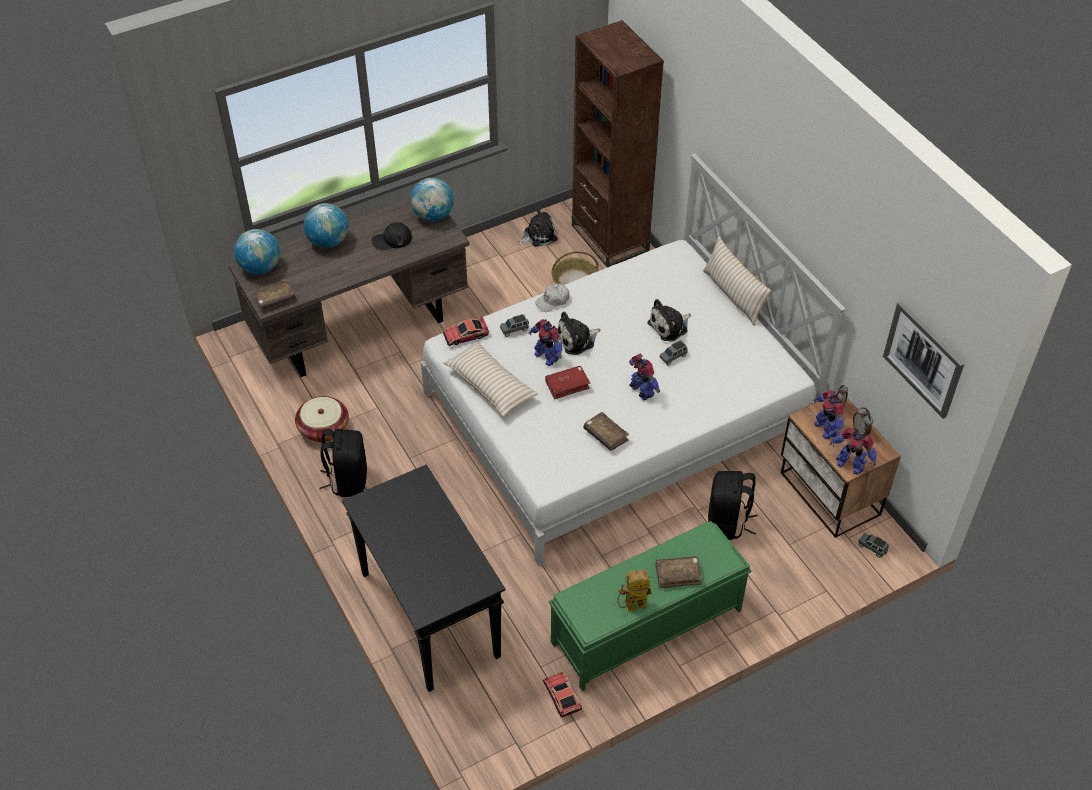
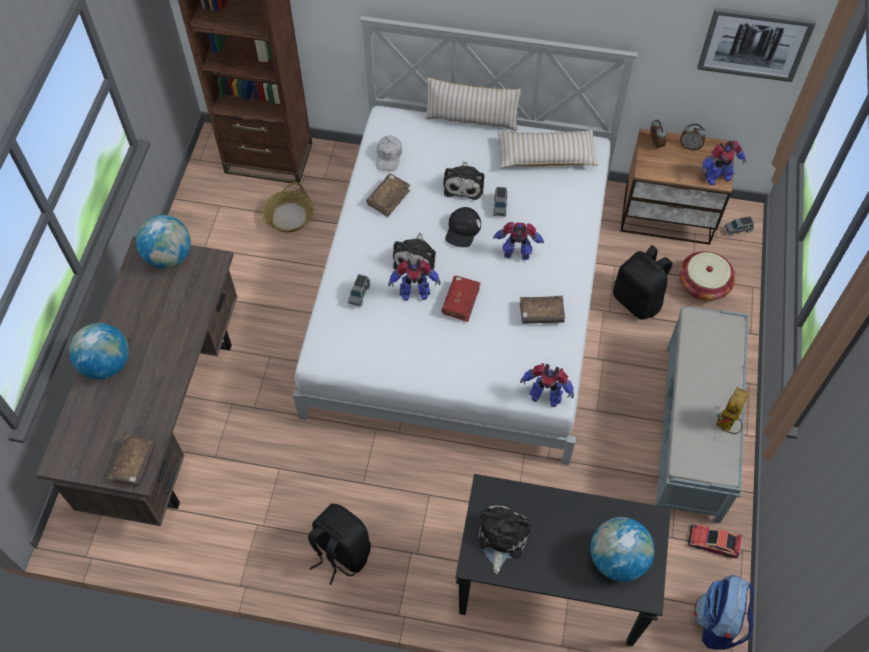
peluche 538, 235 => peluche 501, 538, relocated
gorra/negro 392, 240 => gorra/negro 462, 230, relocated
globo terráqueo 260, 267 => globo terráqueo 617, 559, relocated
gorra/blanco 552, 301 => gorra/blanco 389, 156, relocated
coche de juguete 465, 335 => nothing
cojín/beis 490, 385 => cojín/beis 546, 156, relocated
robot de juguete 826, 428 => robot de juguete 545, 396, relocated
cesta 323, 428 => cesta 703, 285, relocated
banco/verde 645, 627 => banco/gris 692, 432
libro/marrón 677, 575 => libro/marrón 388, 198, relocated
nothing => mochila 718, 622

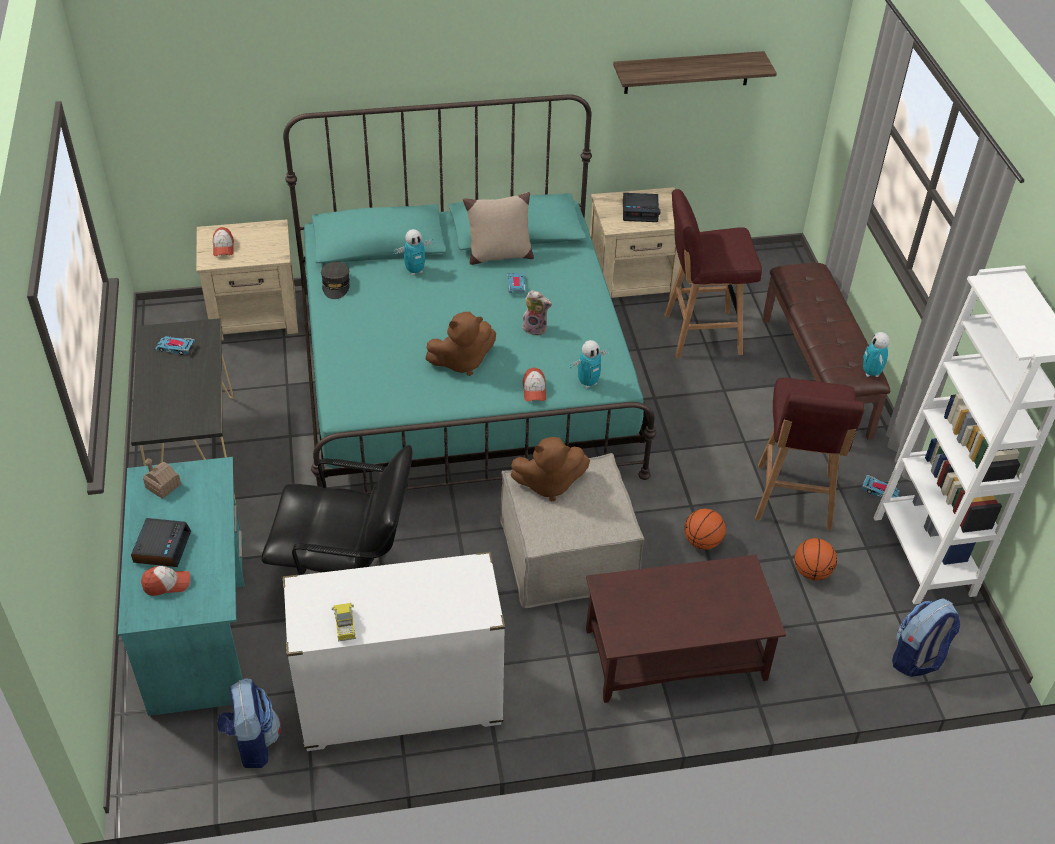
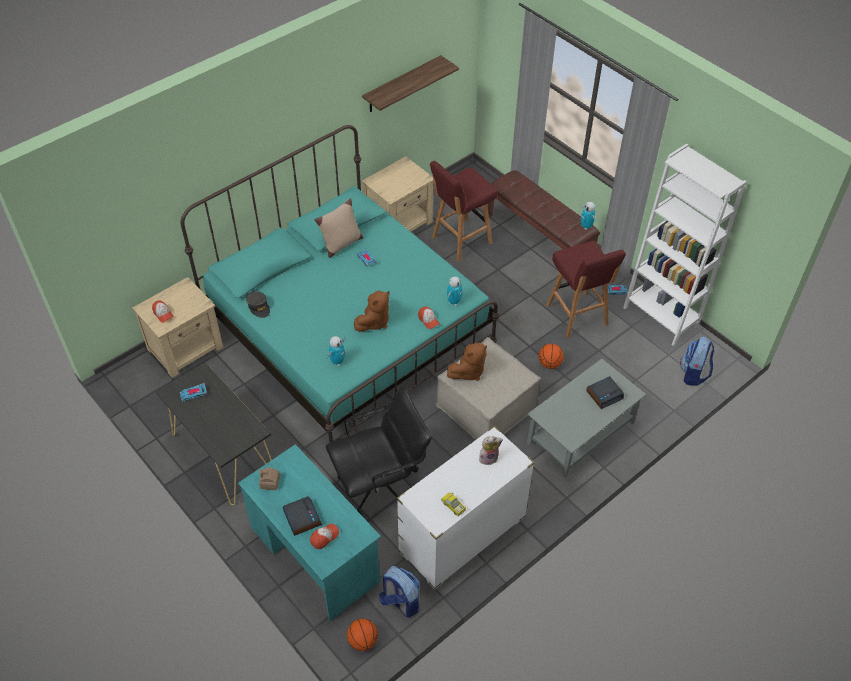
despertador 640, 211 => despertador 604, 394, relocated
robot de juguete 415, 271 => robot de juguete 337, 361, relocated
peluche 535, 328 => peluche 488, 457, relocated
balón de baloncesto 811, 571 => balón de baloncesto 362, 640, relocated
mesa de centro/marrón 676, 653 => mesa de centro/gris 581, 432

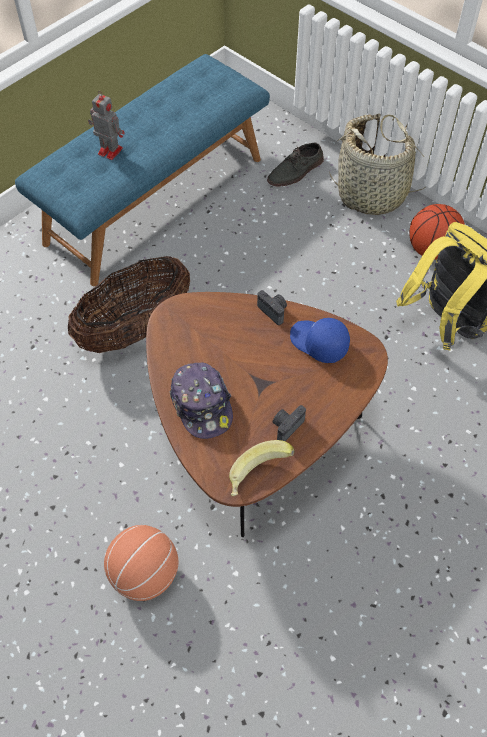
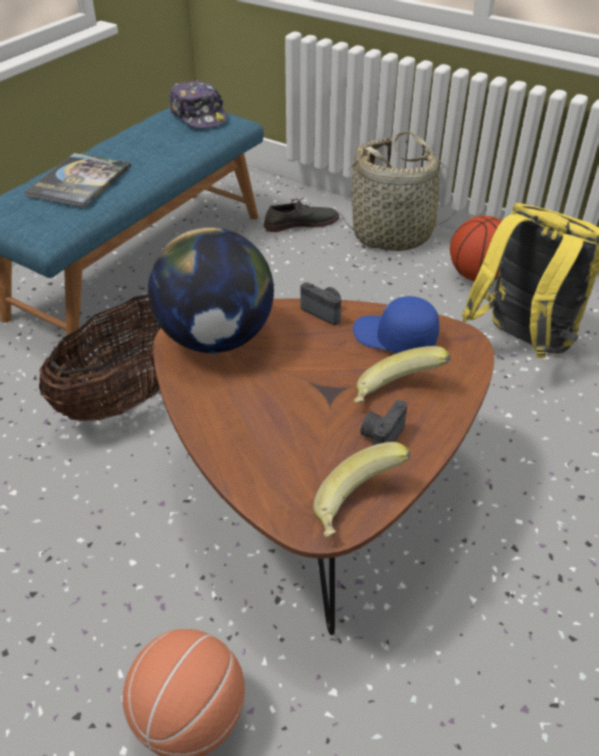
robot de juguete 109, 150 => libro 79, 181
zapato/gris 296, 171 => zapato/gris 301, 223, 150 degrees counterclockwise
gorra 202, 405 => gorra 199, 115, relocated
nothing => globo terráqueo 216, 339
nothing => plátano 396, 395

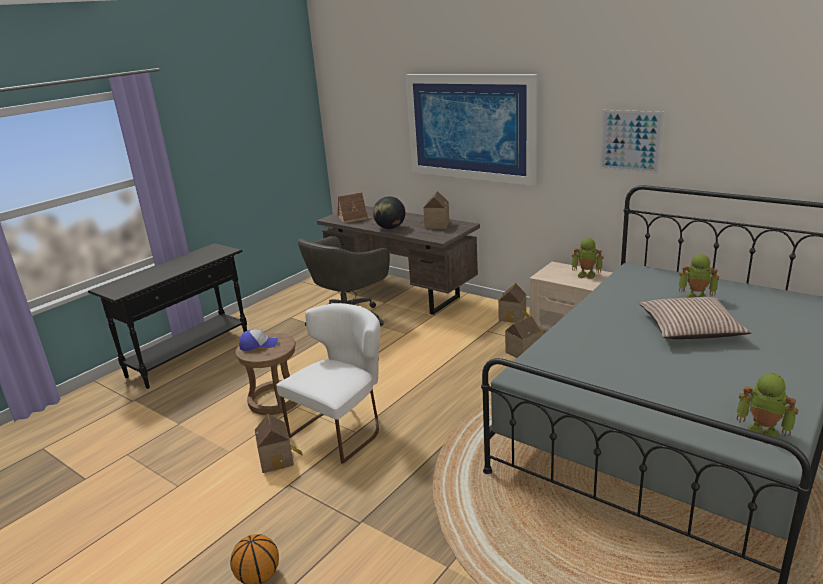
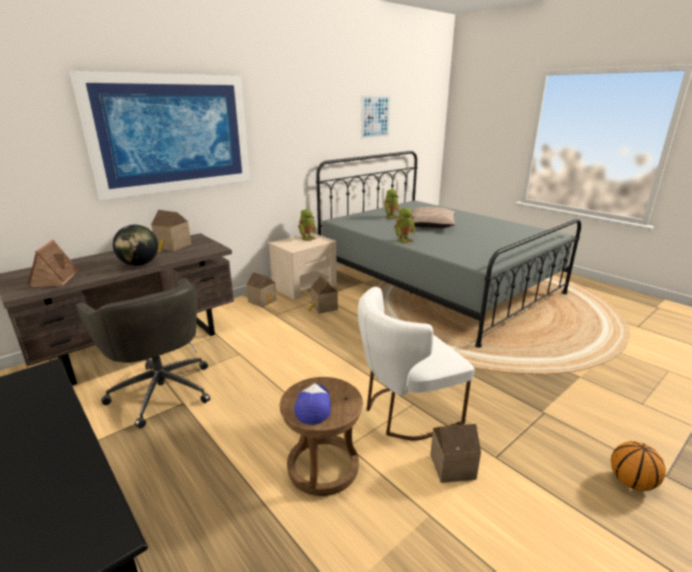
cuadro 630, 141 => cuadro 375, 116, relocated
silla/blanco 343, 429 => silla/blanco 405, 412, 75 degrees counterclockwise
robot de juguete 763, 432 => robot de juguete 404, 240, relocated

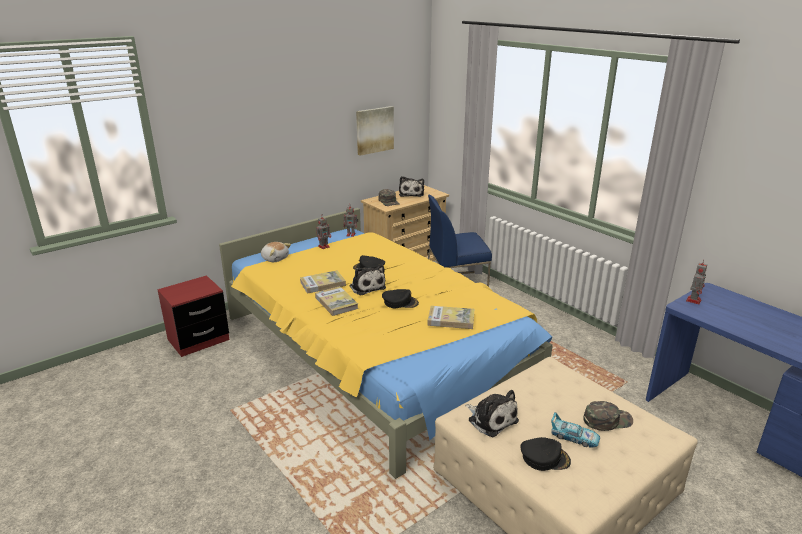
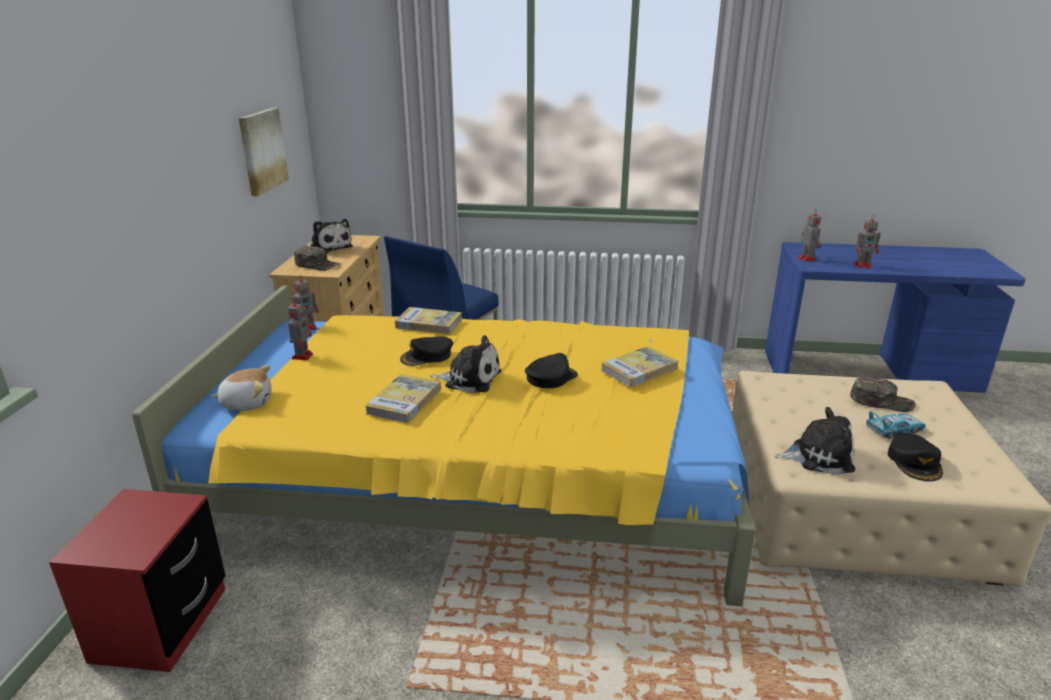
libro 336, 303 => libro 429, 323, relocated
gorra/verde 607, 420 => gorra/verde 881, 401, 75 degrees clockwise
gorra/negro 544, 458 => gorra/negro 915, 462, 135 degrees clockwise
nothing => robot de juguete 863, 265

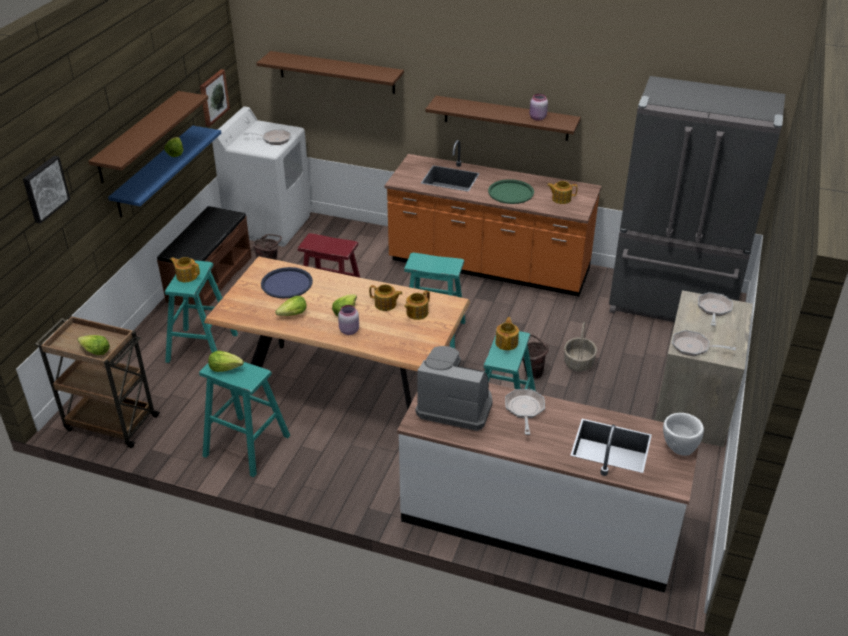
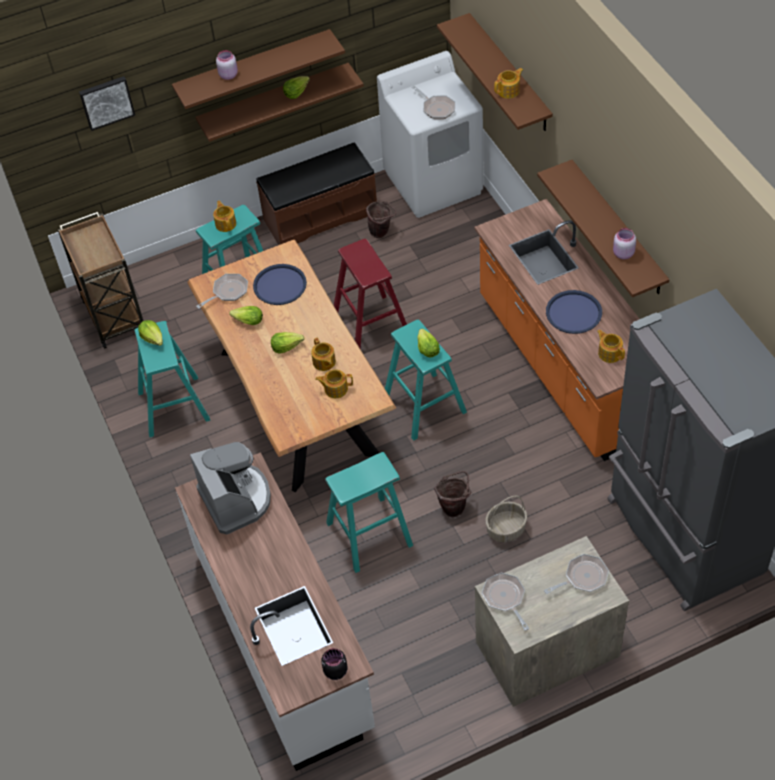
cuadro 213, 97 => nothing
estante/azul 155, 171 => estante/marrón 274, 100
bandeja/verde 511, 192 => bandeja/azul 573, 313
tarro/rosa 348, 330 => tarro/rosa 228, 75, relocated
tetera 507, 342 => tetera 509, 91, relocated
lechuga 95, 351 => lechuga 427, 349, relocated
sartén 524, 410 => sartén 228, 292, relocated
cuenco/blanco 678, 448 => tarro/negro 335, 670

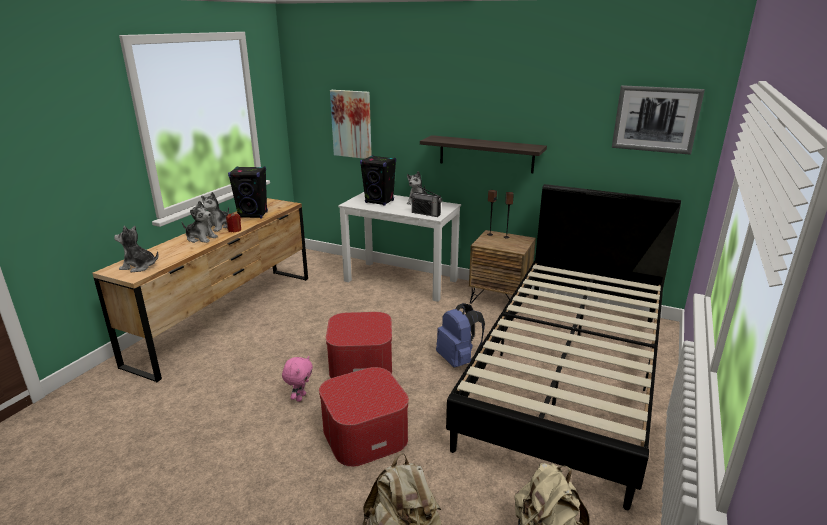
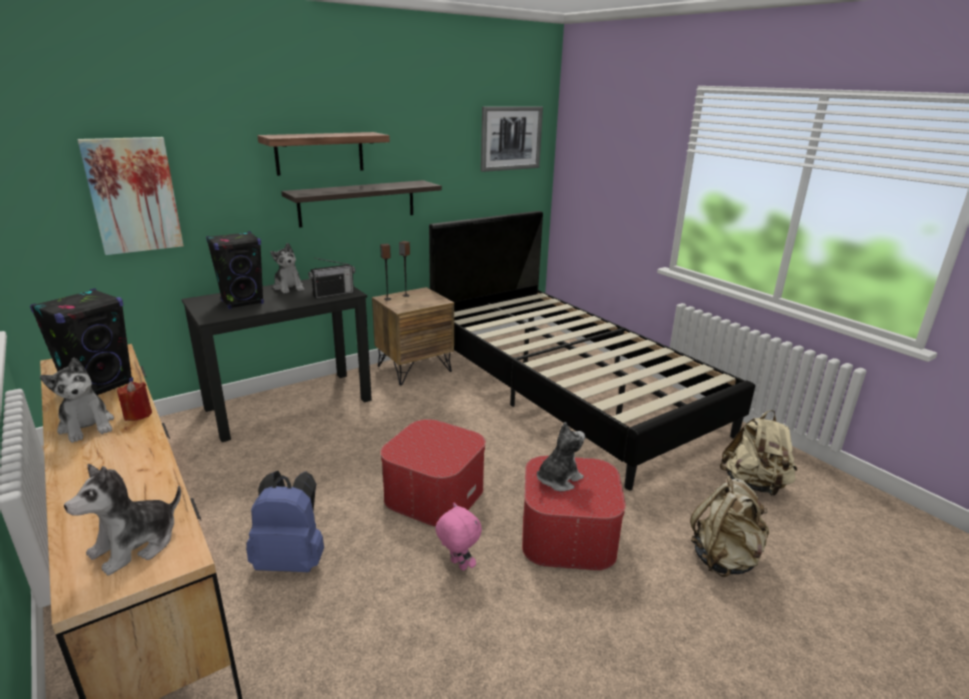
escritorio/blanco 401, 280 => escritorio/negro 290, 404
peluche 201, 238 => peluche 558, 479, relocated
mochila/azul 458, 360 => mochila/azul 292, 560, relocated
nothing => estante 320, 153

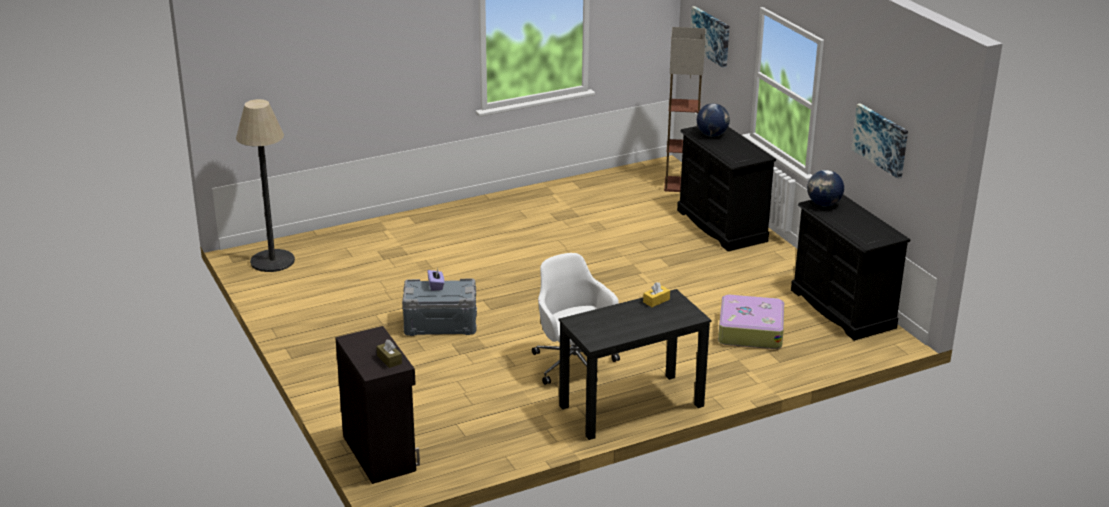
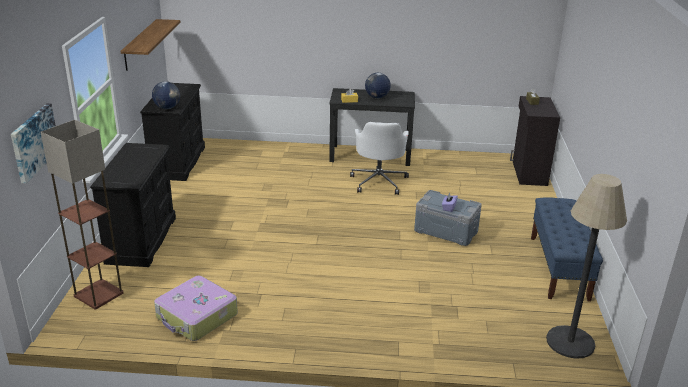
globo terráqueo 712, 135 => globo terráqueo 377, 97, relocated
cuadro 881, 140 => estante 140, 44
maleta 750, 331 => maleta 196, 317, relocated
nothing => banco/azul 559, 268

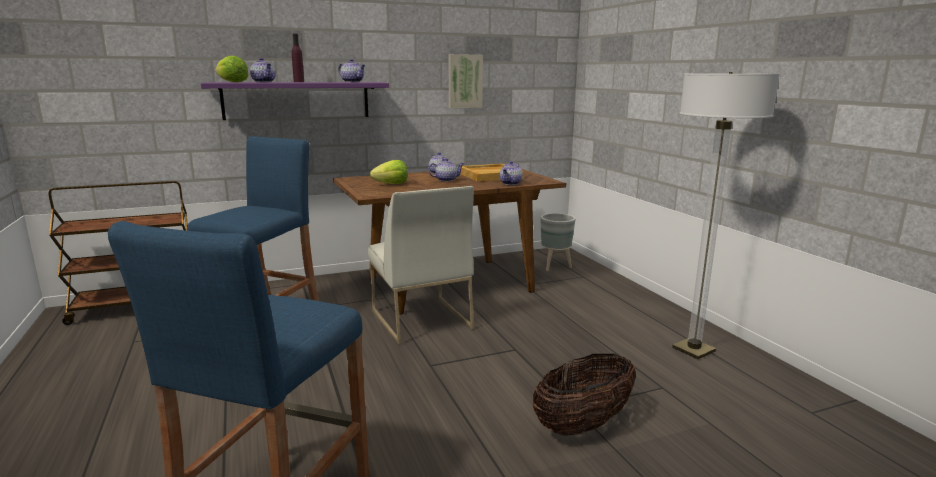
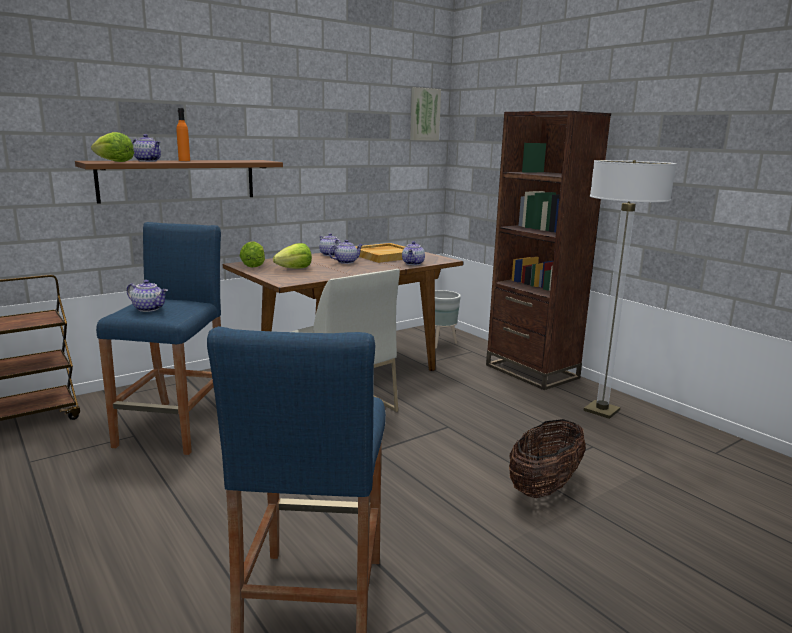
botella/morado 299, 82 => botella/naranja 184, 160
cuadro 464, 81 => cuadro 424, 114, relocated
tetera 353, 82 => tetera 149, 309, relocated
estante/morado 297, 100 => estante/marrón 178, 180
nothing => estantería/marrón 531, 371
nothing => lechuga 254, 265

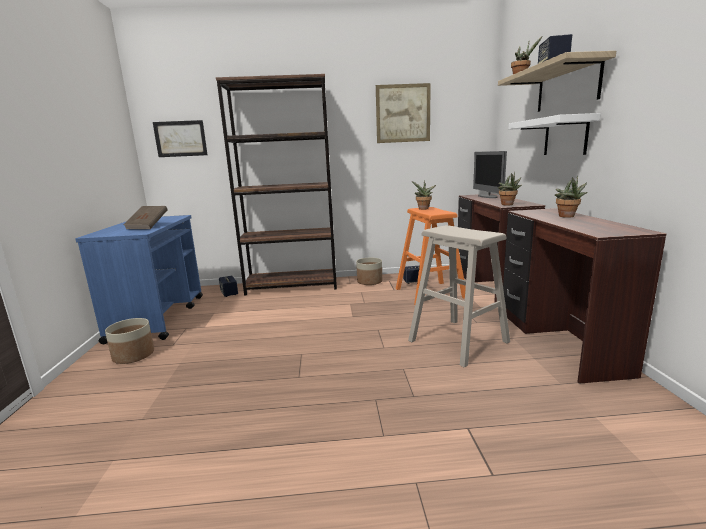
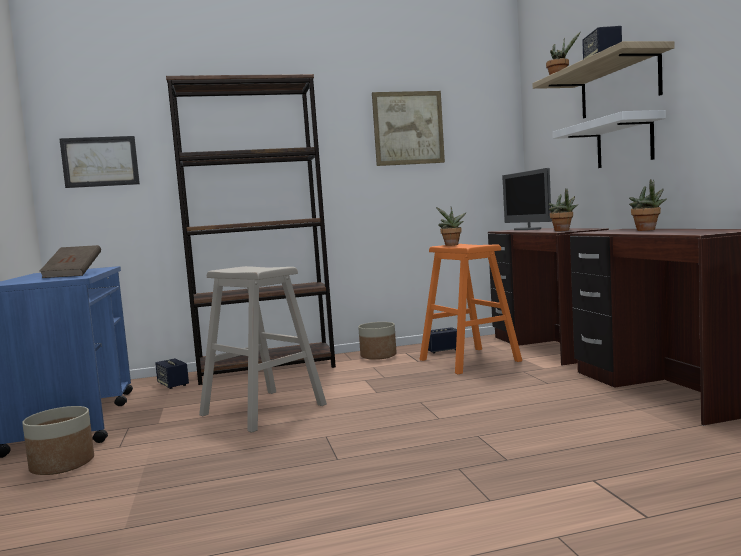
taburete/beis 458, 341 => taburete/beis 263, 410, relocated

